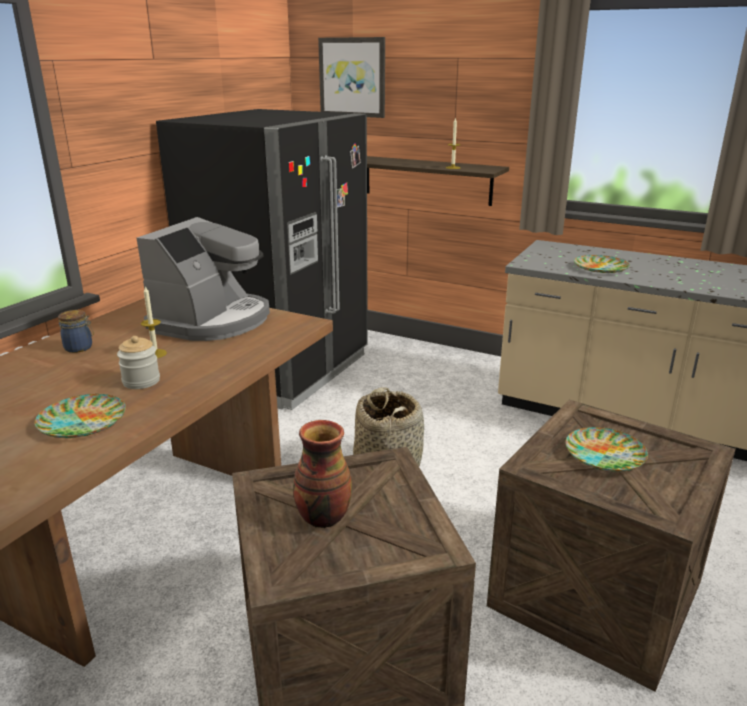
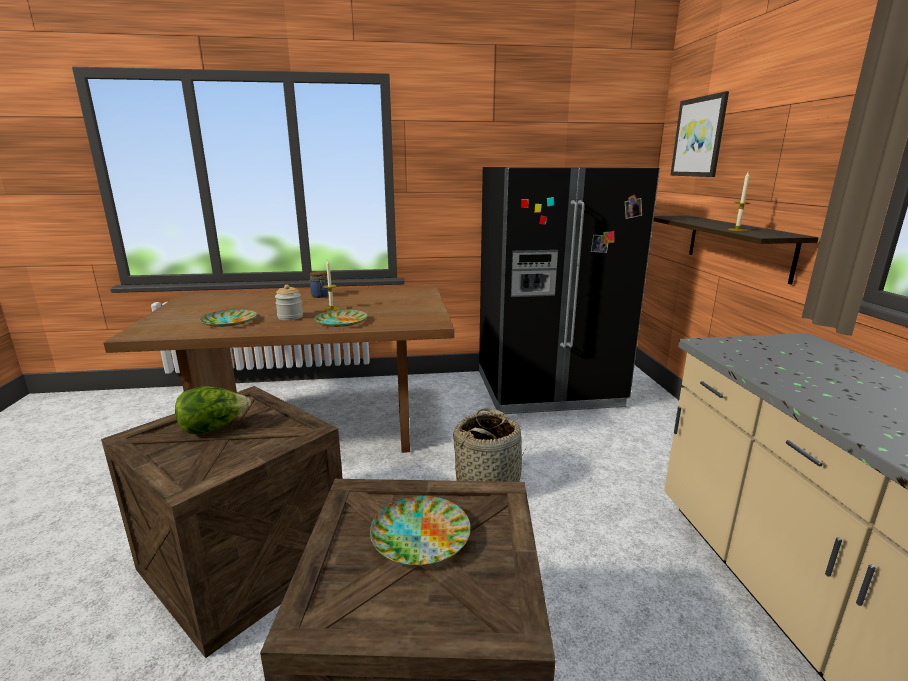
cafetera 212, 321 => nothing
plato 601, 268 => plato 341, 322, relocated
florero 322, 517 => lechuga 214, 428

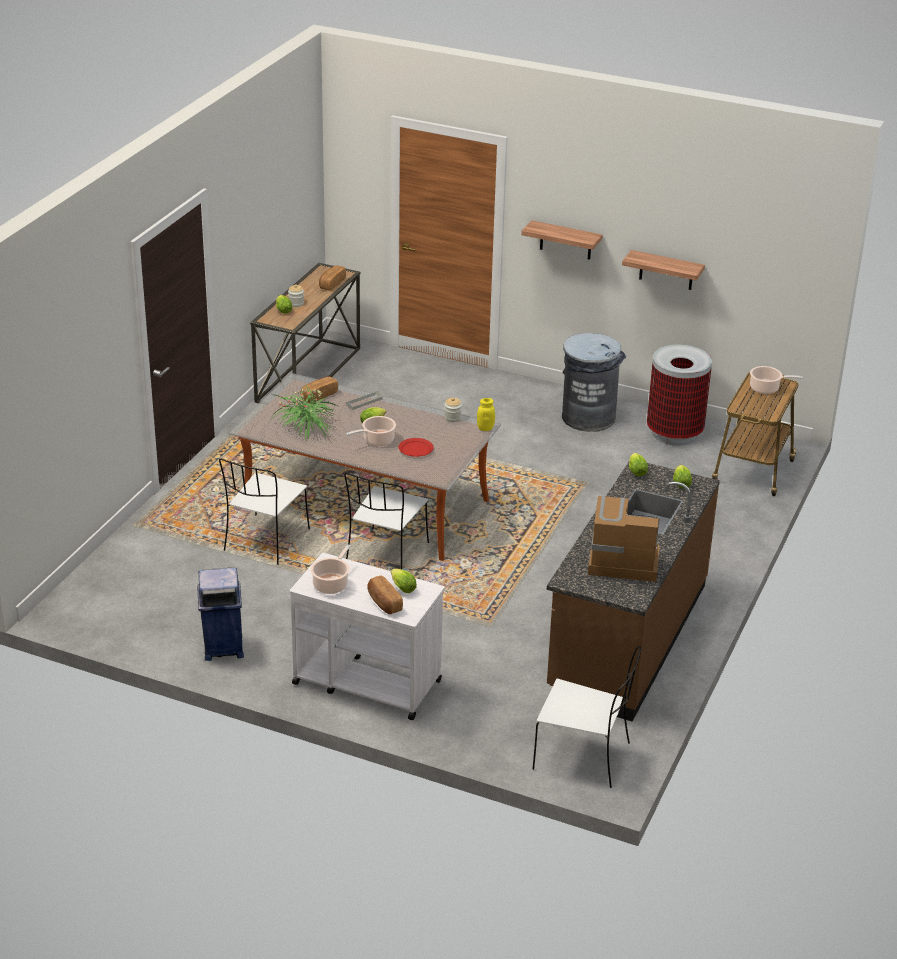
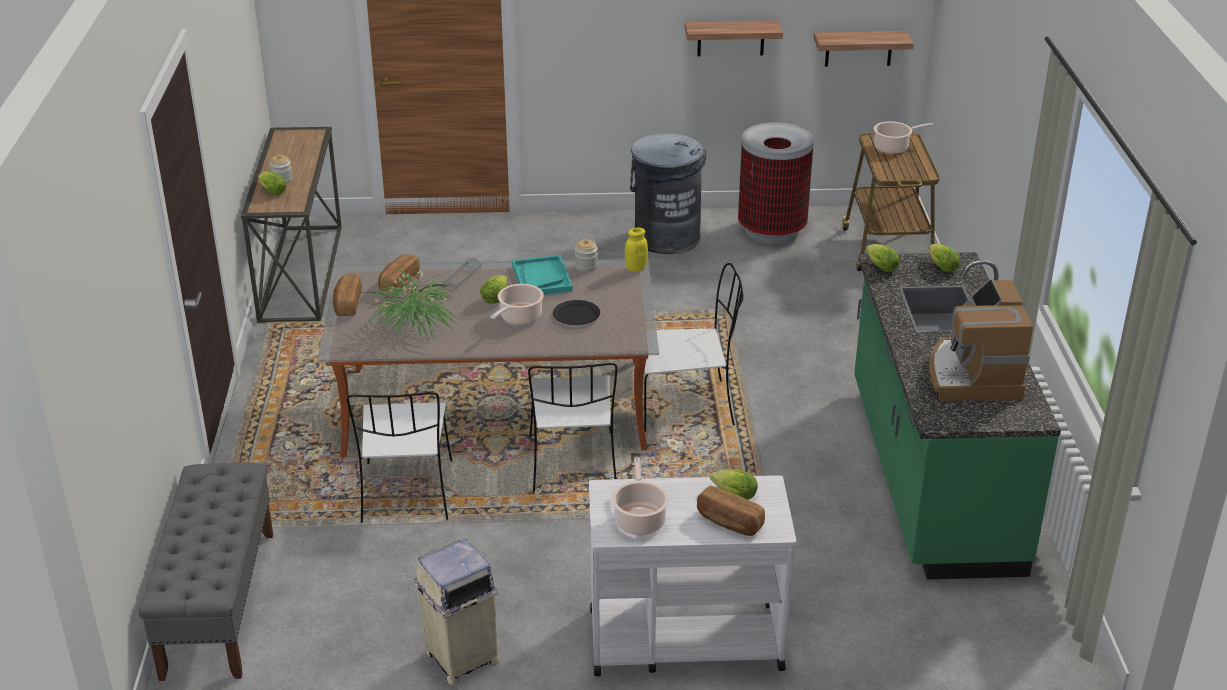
estante 565, 240 => estante 858, 48, relocated
pan 331, 284 => pan 347, 304, relocated
plato/rojo 416, 449 => plato/negro 576, 315
mueble bajo de cocina/marrón 626, 637 => mueble bajo de cocina/verde 931, 476
cafetera 622, 560 => cafetera 972, 375, 75 degrees counterclockwise
papelera/azul 222, 647 => papelera/beis 461, 658
silla/blanco 584, 756 => silla/blanco 686, 406, relocated
nothing => bandeja/turquesa 541, 278
nothing => banco/gris 219, 603

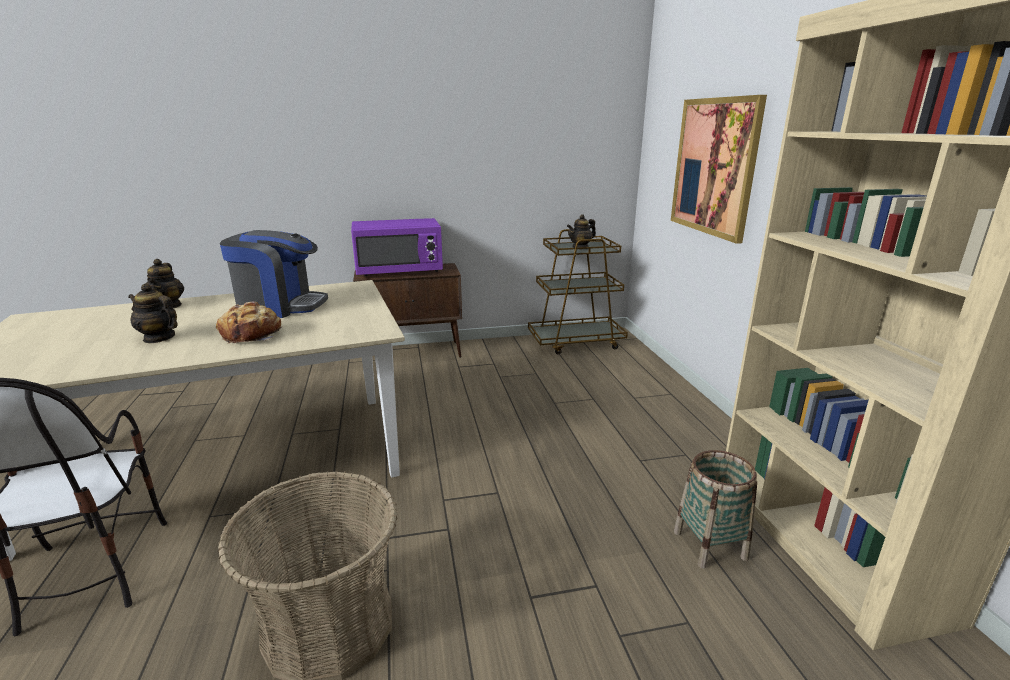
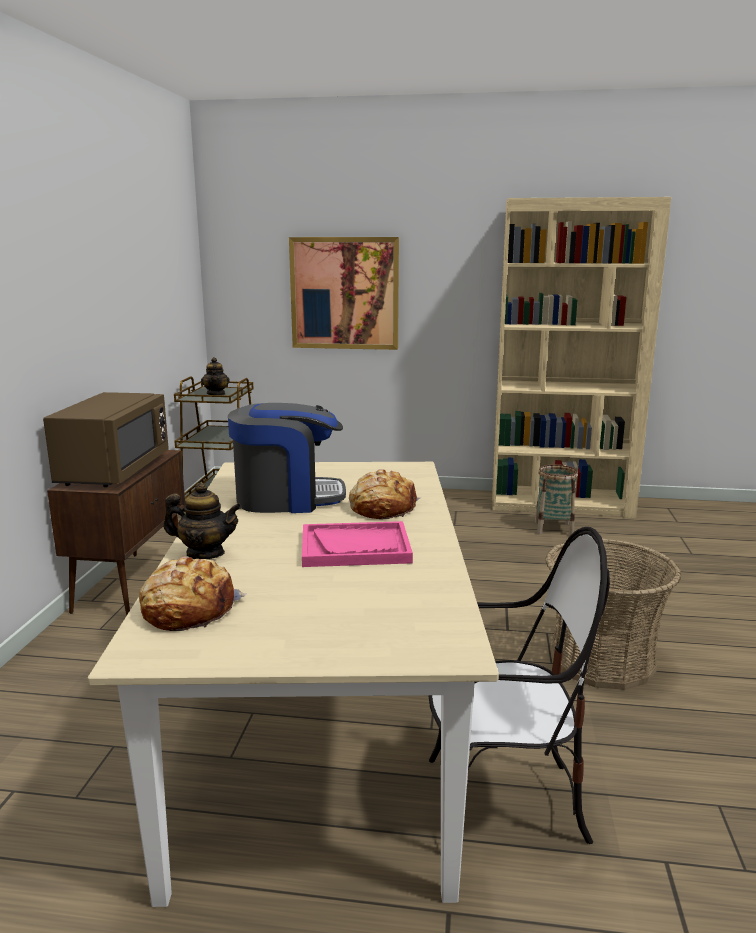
microondas/morado 399, 271 => microondas/marrón 114, 471
cafetera 280, 306 => cafetera 287, 498, 60 degrees clockwise
tetera 159, 338 => bandeja/rosa 355, 547
nothing => pan 188, 609

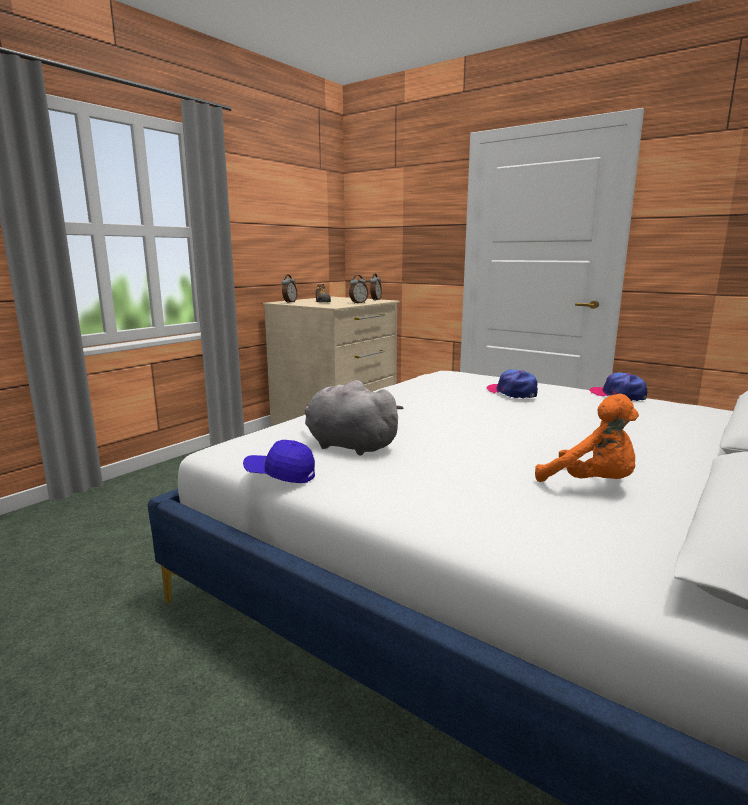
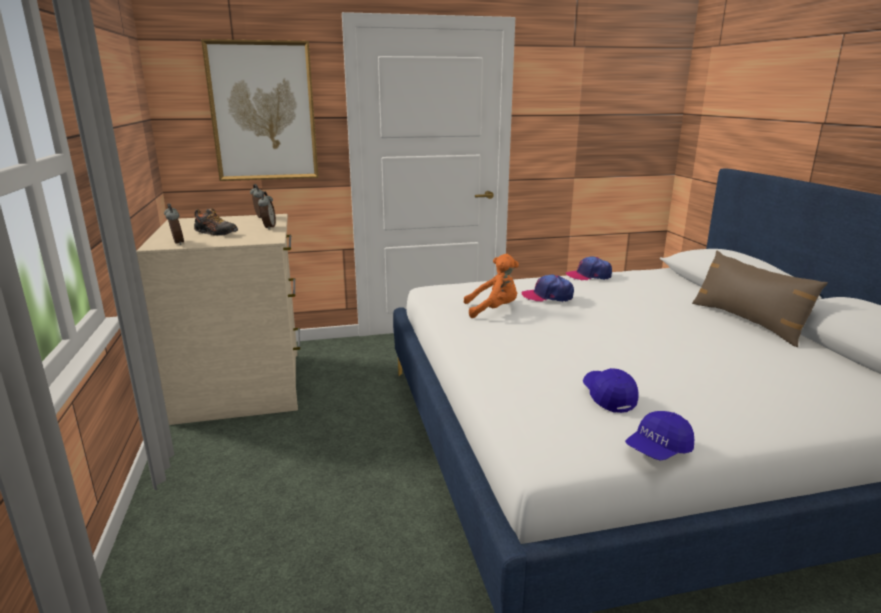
peluche/gris 348, 445 => gorra/azul 608, 397
peluche/naranja 591, 484 => peluche/naranja 493, 310, relocated
nothing => cuadro 263, 112
nothing => cojín/marrón 747, 322

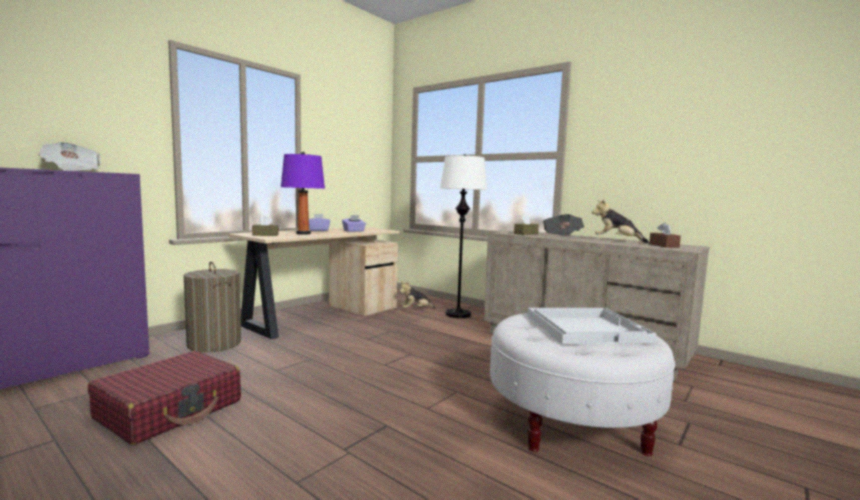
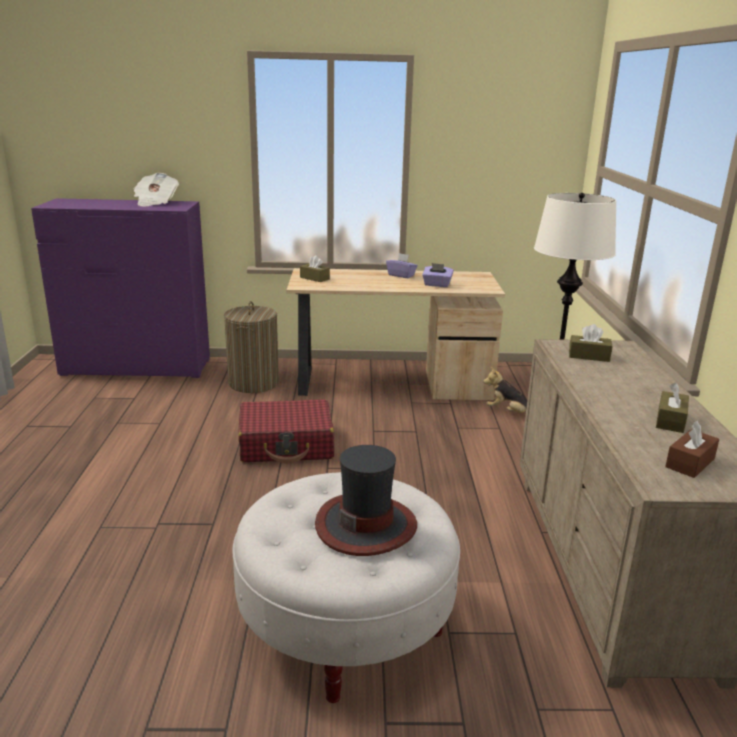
lámpara de mesa/morado 303, 233 => nothing
peluche 616, 240 => caja de pañuelos/marrón 670, 420
periódico 562, 237 => nothing
bandeja/blanco 586, 327 => sombrero 366, 525
maleta/rojo 170, 410 => maleta/rojo 286, 444, relocated

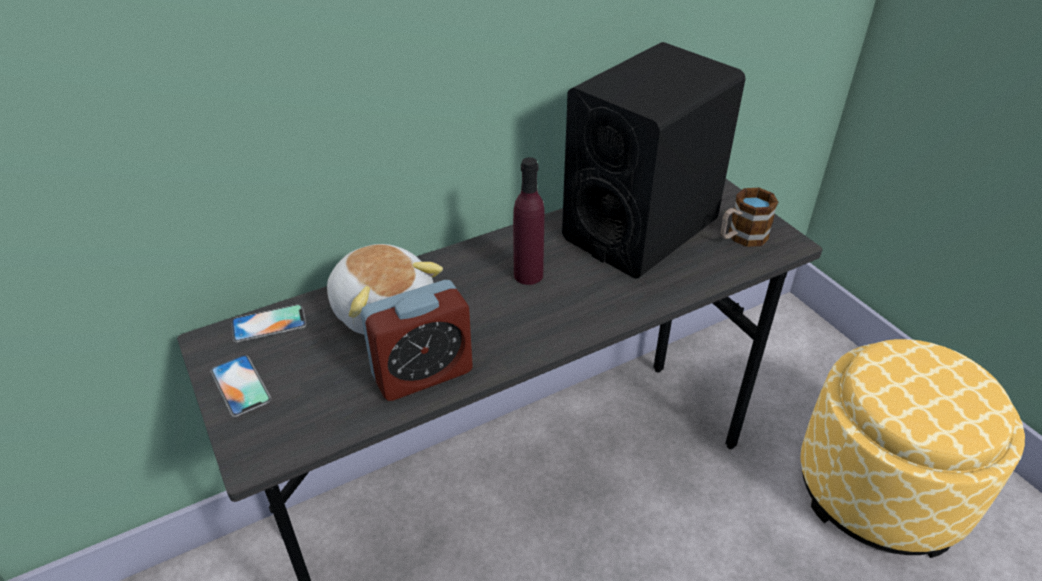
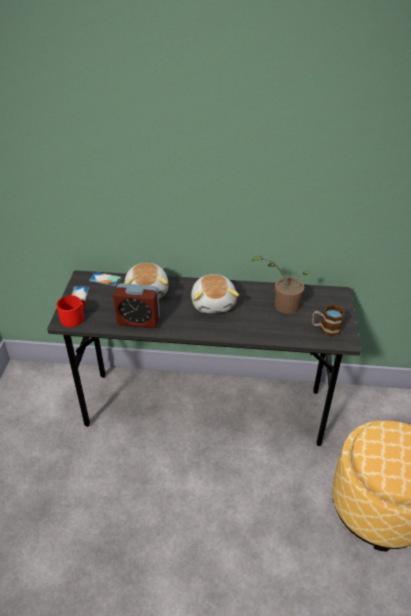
altavoz/negro 640, 229 => planta en maceta 282, 305
botella/morado 528, 275 => peluche 214, 303
nothing => taza grande/rojo 74, 317

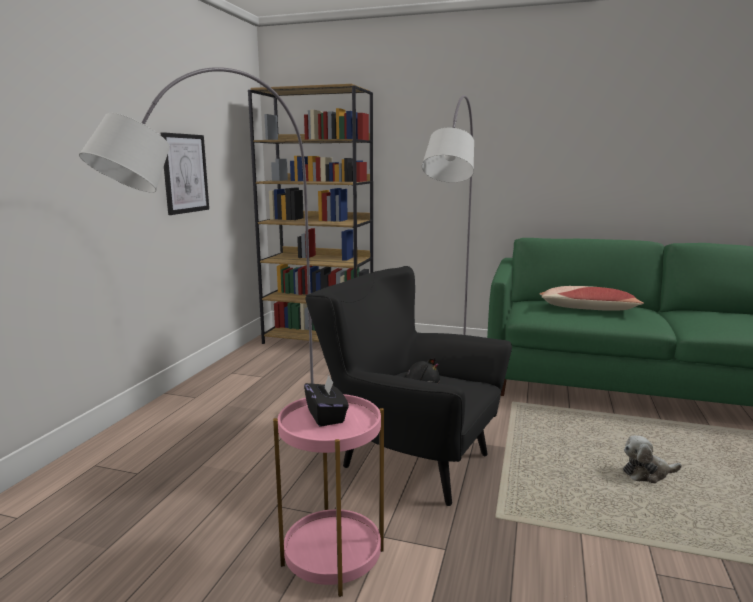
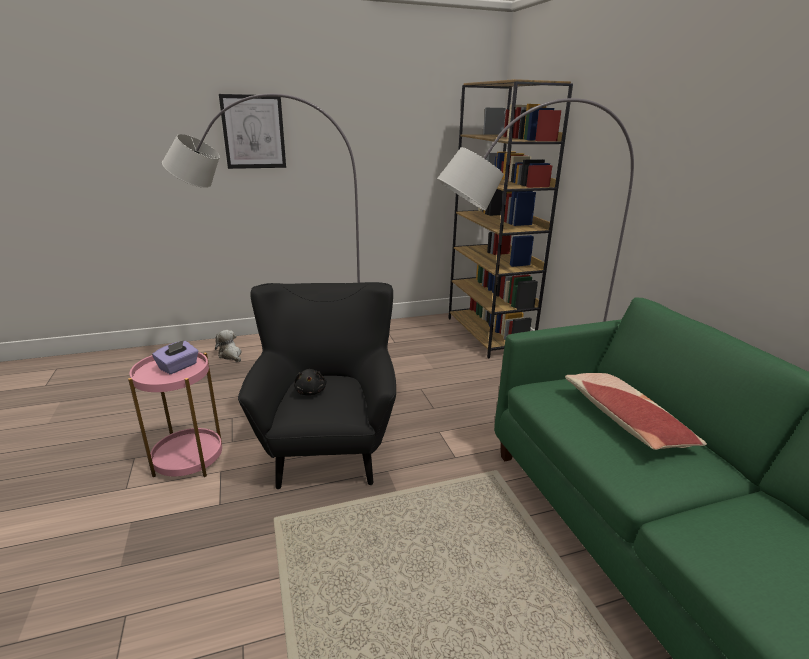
cuadro 185, 173 => cuadro 253, 132, relocated
caja de pañuelos/negro 326, 416 => caja de pañuelos/morado 178, 367
peluche 647, 473 => peluche 230, 355, relocated

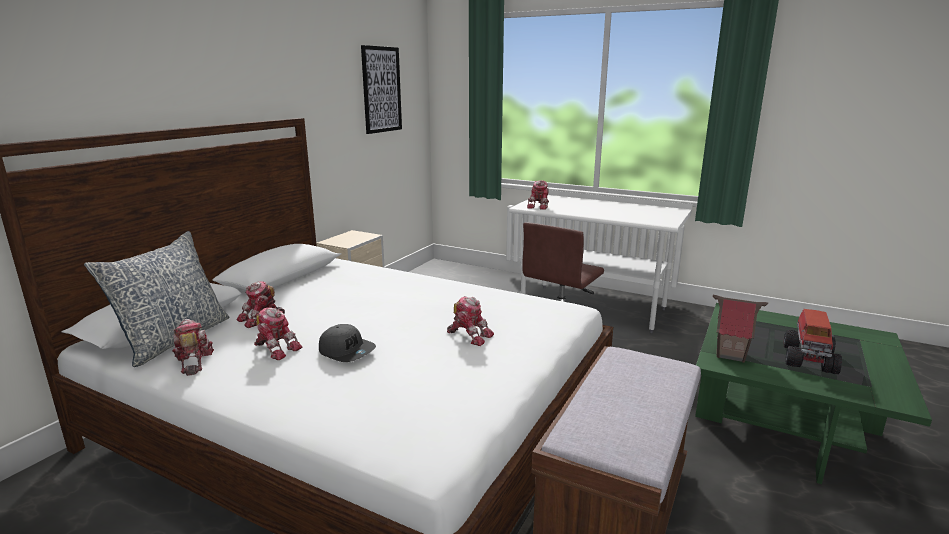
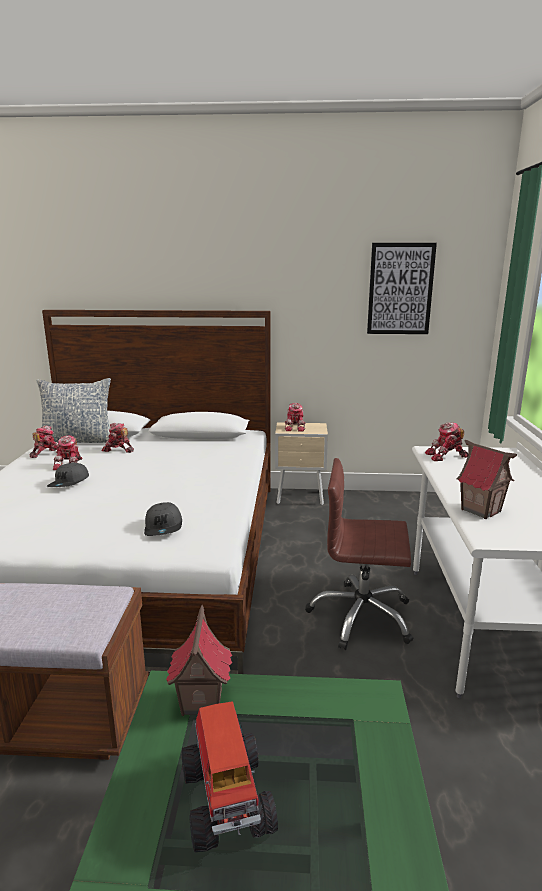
robot de juguete 469, 335 => robot de juguete 295, 427, relocated
camión de juguete 809, 359 => camión de juguete 226, 797, 105 degrees counterclockwise
nothing => casita 481, 510
nothing => gorra/gris 164, 527

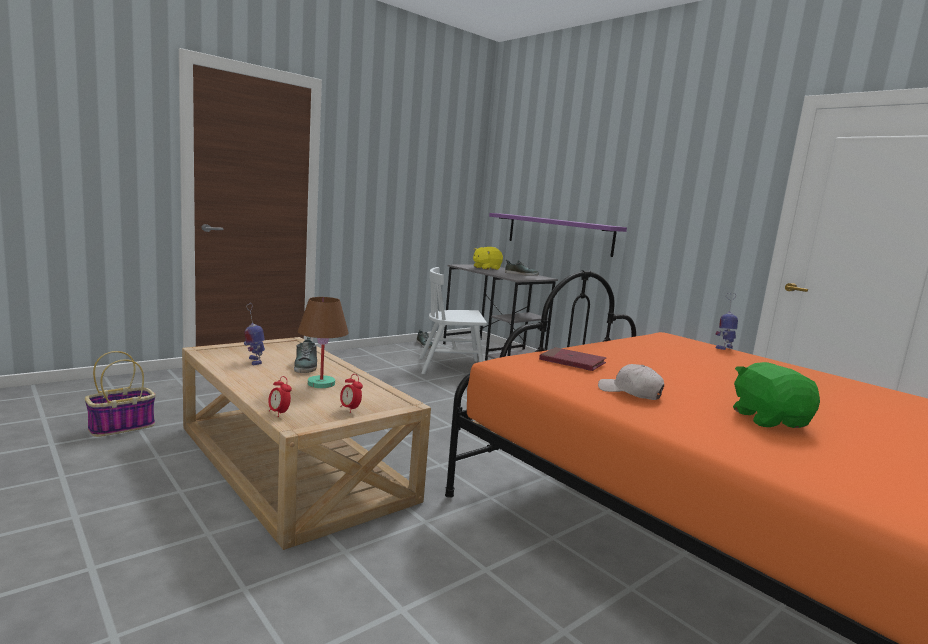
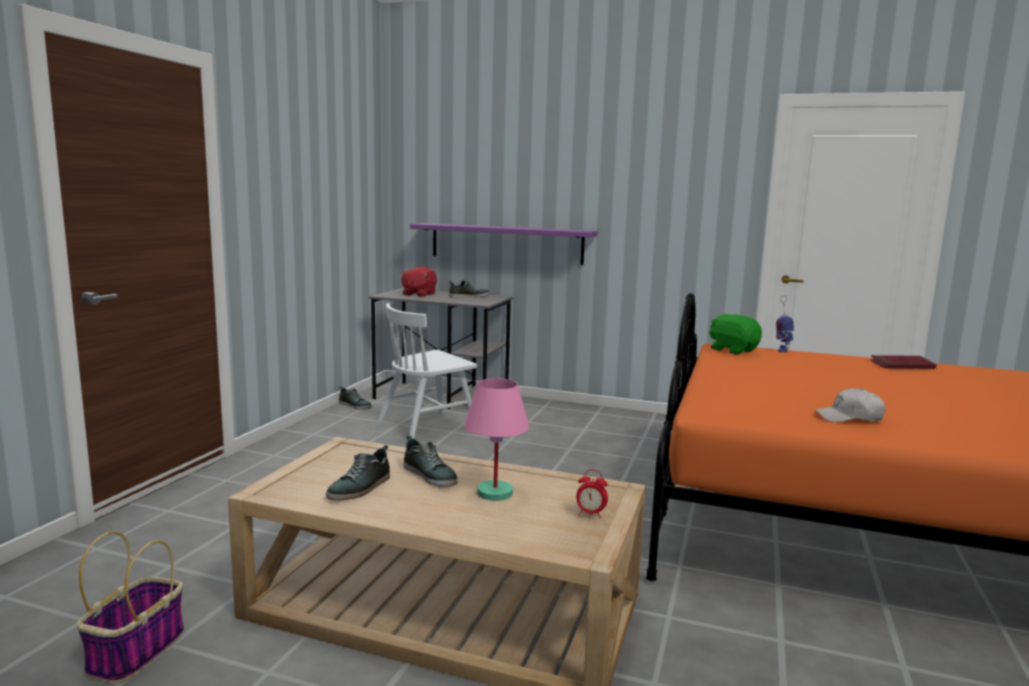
peluche/amarillo 486, 268 => peluche/rojo 418, 294
lámpara de mesa/marrón 320, 383 => lámpara de mesa/rosa 494, 493
robot de juguete 254, 361 => zapato 360, 488
libro/rojo 572, 362 => libro/rojo 902, 365, relocated
peluche/verde 769, 419 => peluche/verde 733, 350, relocated
despertador 279, 413 => nothing

